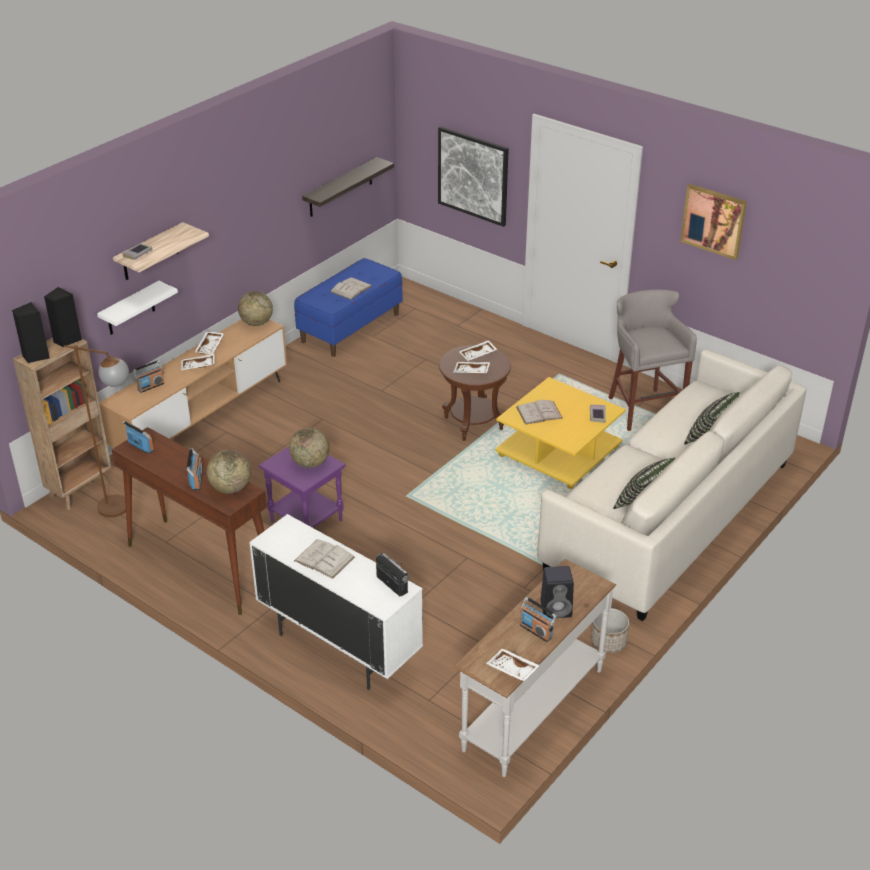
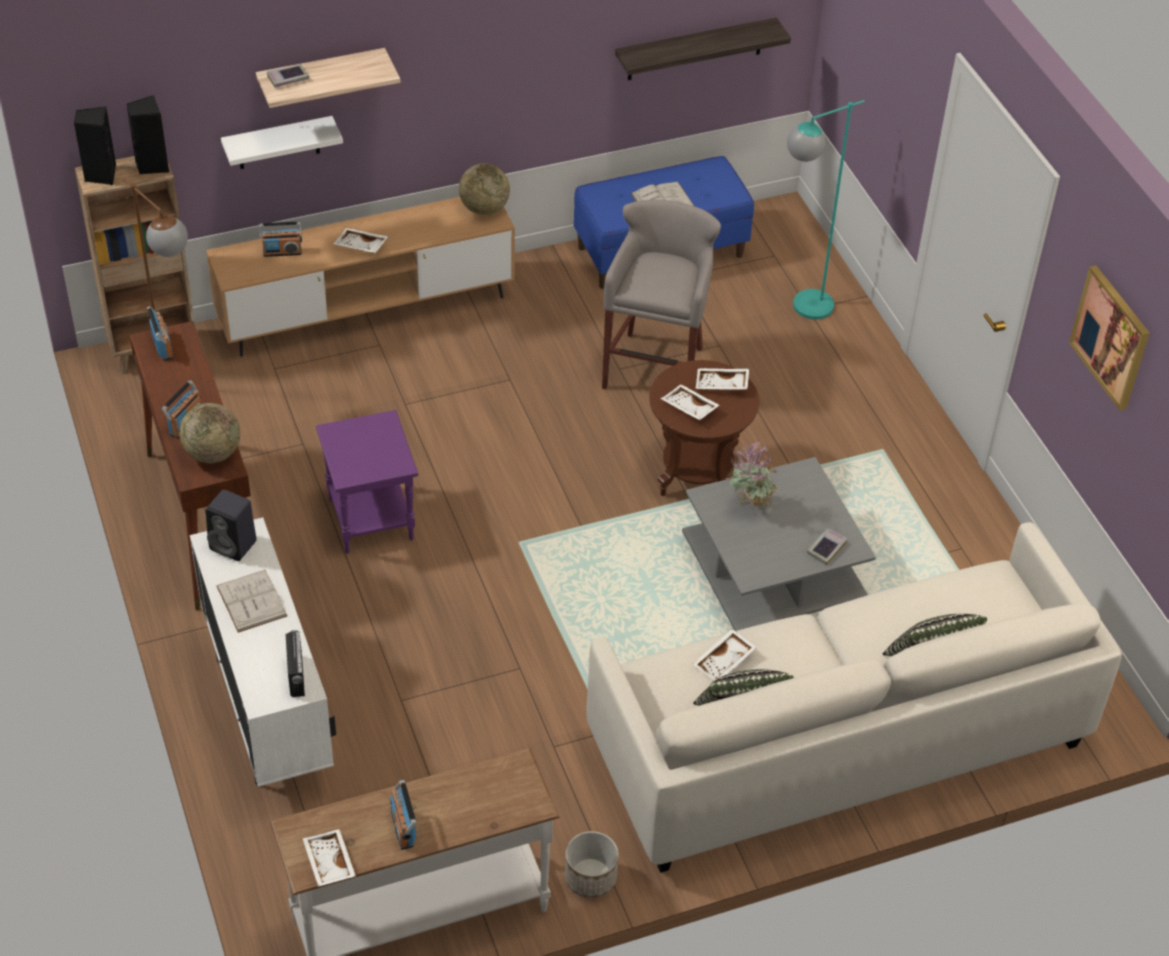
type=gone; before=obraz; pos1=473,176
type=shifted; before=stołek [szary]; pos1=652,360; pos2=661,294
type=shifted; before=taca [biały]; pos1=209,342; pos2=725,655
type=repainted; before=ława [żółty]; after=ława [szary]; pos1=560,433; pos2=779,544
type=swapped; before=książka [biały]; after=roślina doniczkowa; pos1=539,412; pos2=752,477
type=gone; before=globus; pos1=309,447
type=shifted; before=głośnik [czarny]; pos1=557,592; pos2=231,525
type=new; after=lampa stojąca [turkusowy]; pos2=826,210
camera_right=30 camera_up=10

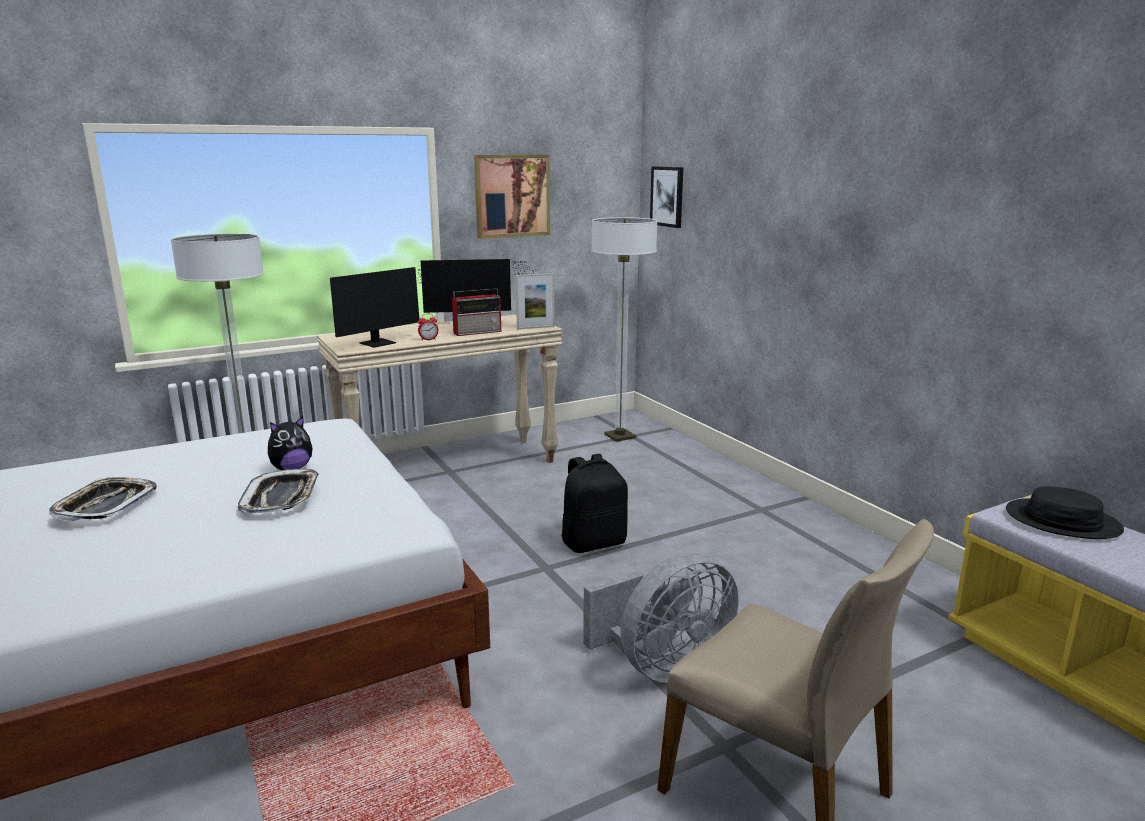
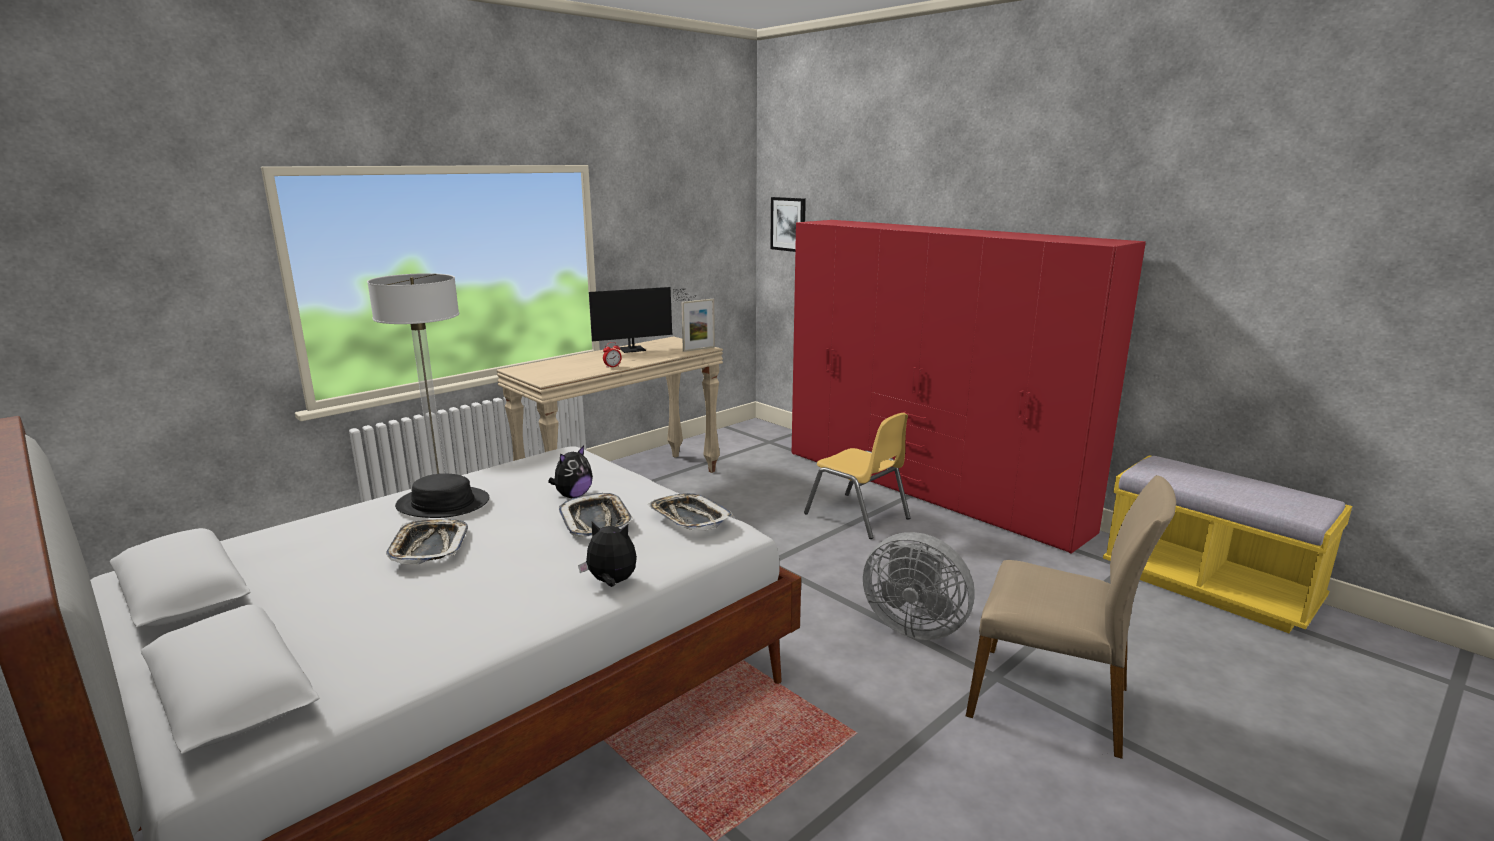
type=gone; before=obraz; pos1=512,197
type=gone; before=lampa stojąca; pos1=624,329
type=gone; before=monitor; pos1=385,307
type=gone; before=radio; pos1=476,312
type=gone; before=plecak [czarny]; pos1=595,503
type=shifted; before=kapelusz [czarny]; pos1=1065,512; pos2=442,496
type=rotated; before=wentylator [szary]; pos1=660,618; pos2=919,586; turn=75
type=new; after=szafa [czerwony]; pos2=969,387
type=new; after=krzesło [żółty]; pos2=857,476
type=new; after=taca; pos2=690,511
type=new; after=pluszak; pos2=607,554
camera_right=-15 camera_up=0

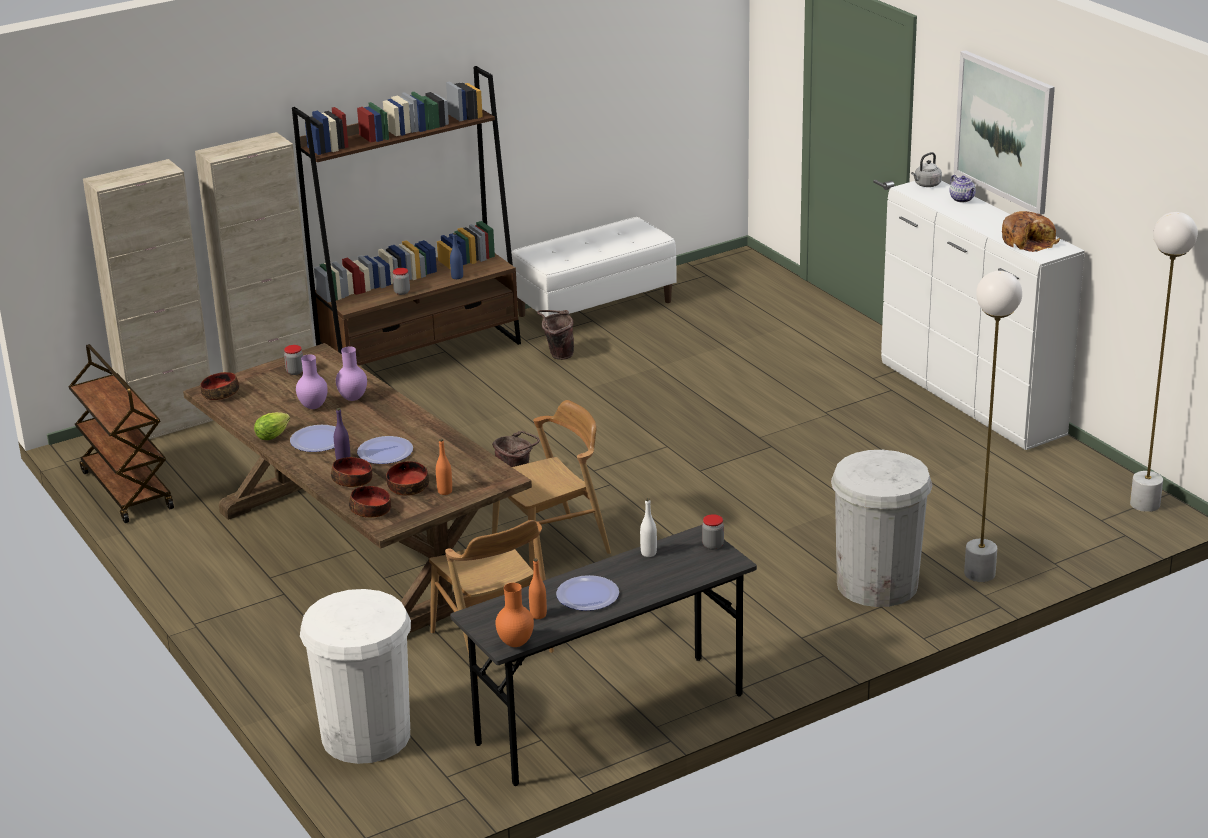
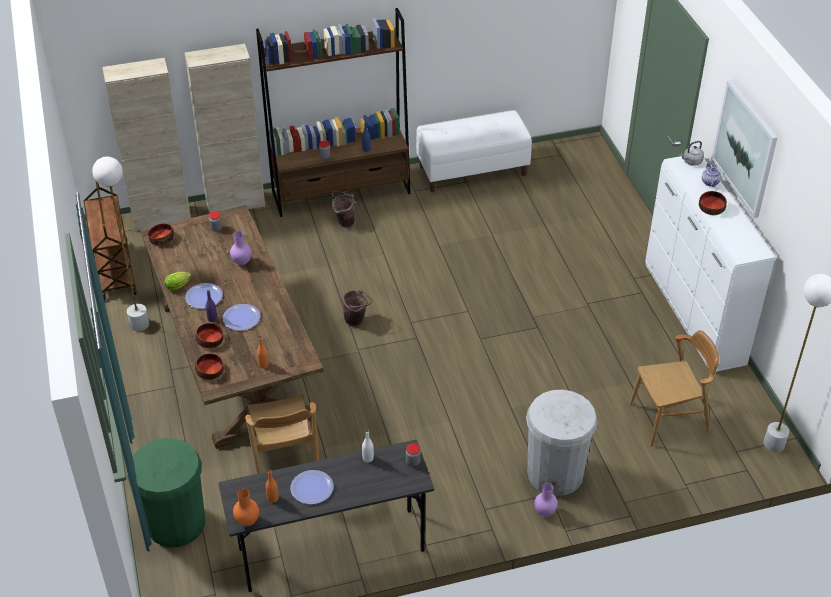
type=gone; before=chleb; pos1=1031,231
type=shifted; before=lampa stojąca [biały]; pos1=993,426; pos2=120,243
type=shifted; before=wiadro [brązowy]; pos1=555,335; pos2=343,209
type=shifted; before=wazon [fioletowy]; pos1=312,382; pos2=546,500
type=shifted; before=krzesło [brązowy]; pos1=551,485; pos2=674,388
type=shifted; before=miska; pos1=407,478; pos2=713,203
type=repainted; before=kosz na śmieci [biały]; after=kosz na śmieci [zielony]; pos1=355,676; pos2=166,493
camera_right=15 camera_up=15

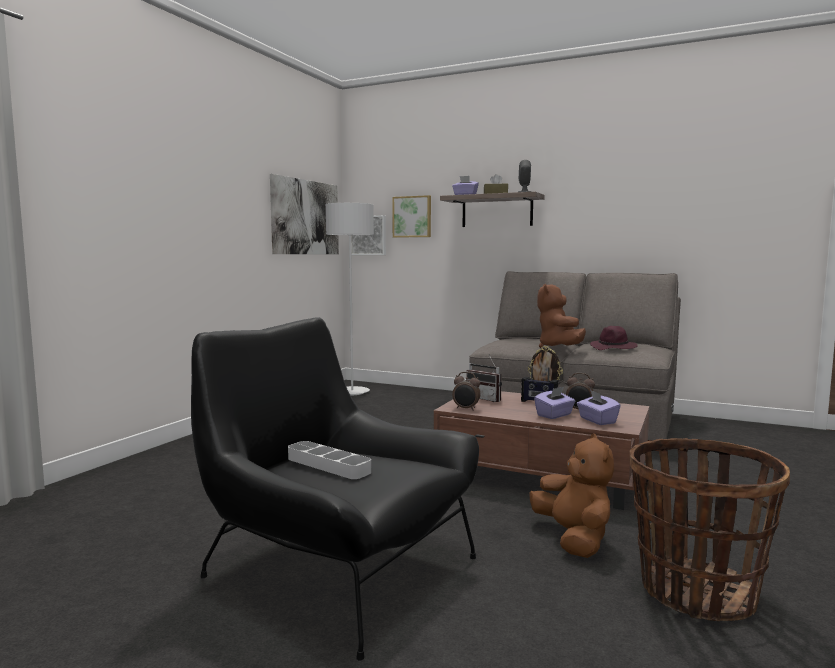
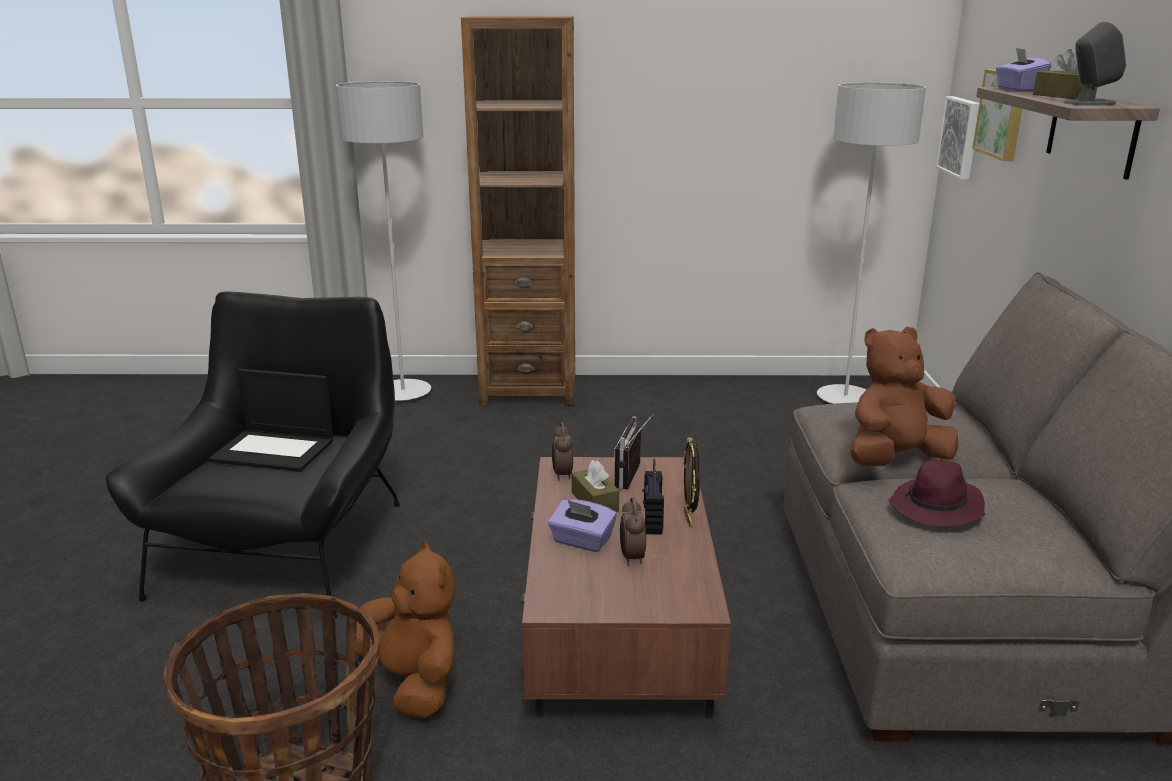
type=gone; before=obraz; pos1=304,214
type=gone; before=pudełko chusteczek [fioletowy]; pos1=598,407
type=rotated; before=pluszak [brązowy]; pos1=571,496; pos2=400,630; turn=-90
type=swapped; before=taca [szary]; after=laptop; pos1=329,460; pos2=270,420
type=new; after=regał [brązowy]; pos2=518,210
type=new; after=lampa stojąca [szary]; pos2=383,241
type=new; after=pudełko chusteczek [brązowy]; pos2=595,486
camera_right=65 camera_up=15

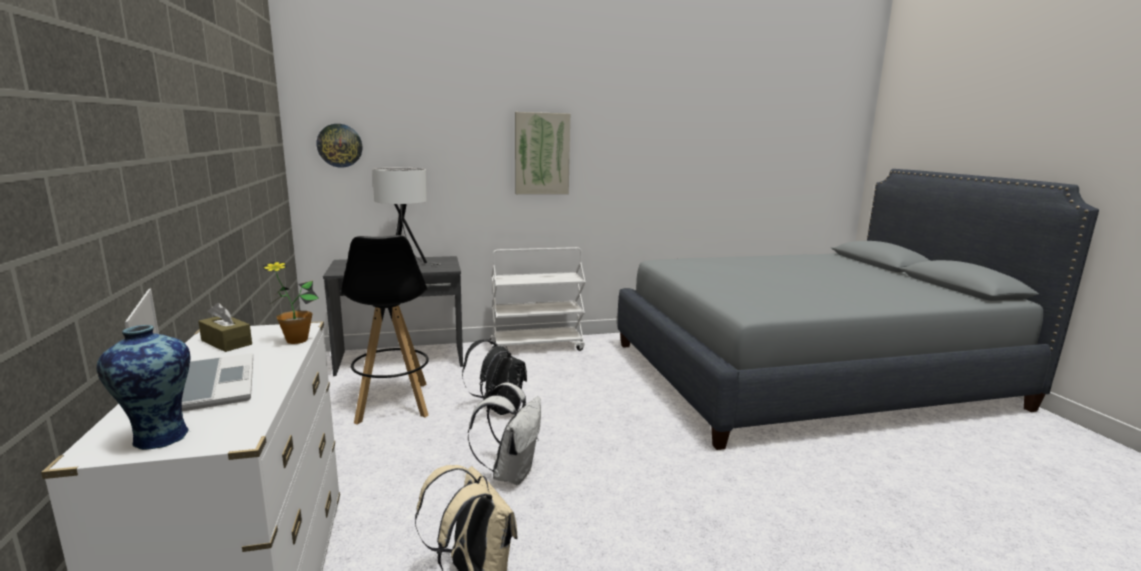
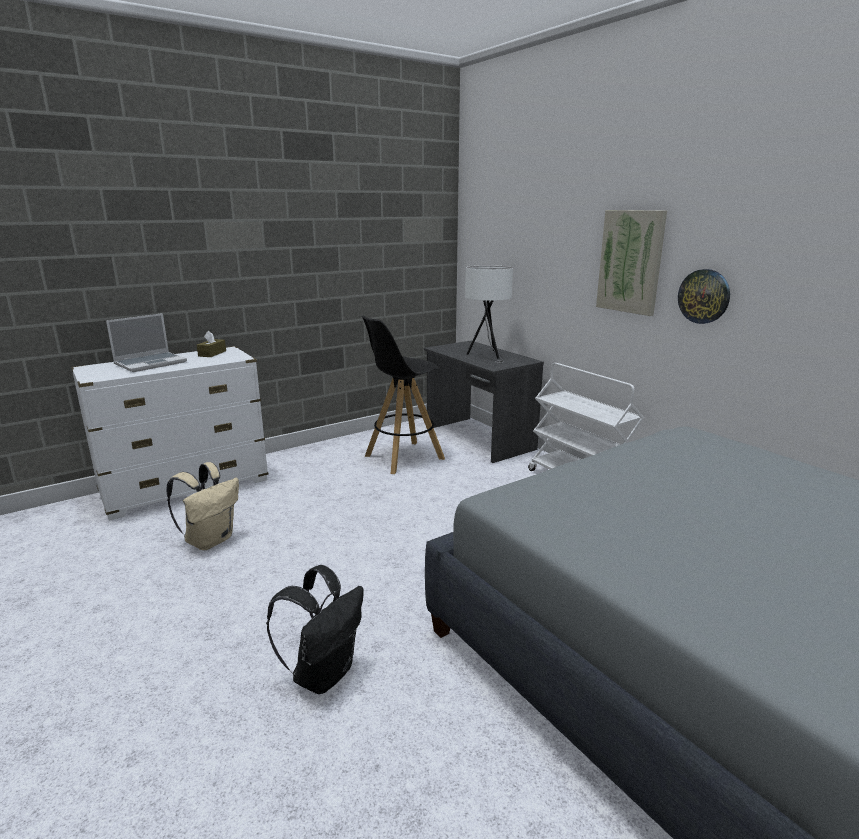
type=shifted; before=zegar ścienny; pos1=339,146; pos2=704,296
type=gone; before=roślina doniczkowa; pos1=290,303
type=gone; before=wazon; pos1=143,387
type=shifted; before=plecak [czarny]; pos1=494,377; pos2=315,629
type=gone; before=plecak [biały]; pos1=504,433
camera_right=70 camera_up=5

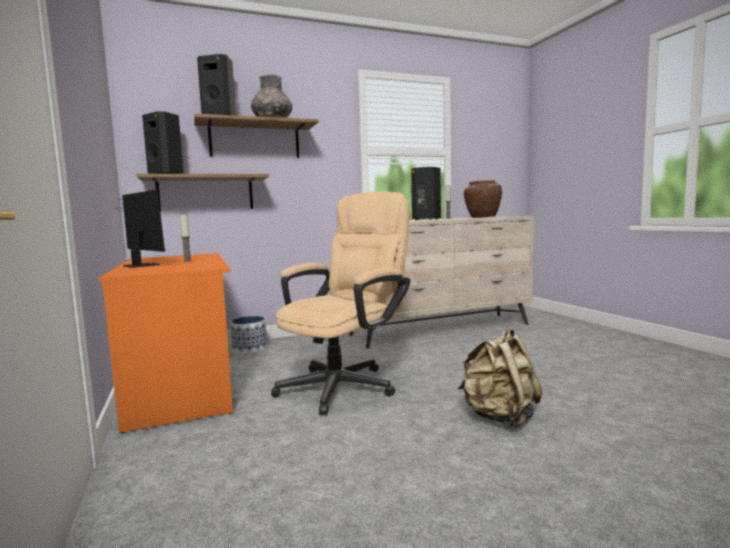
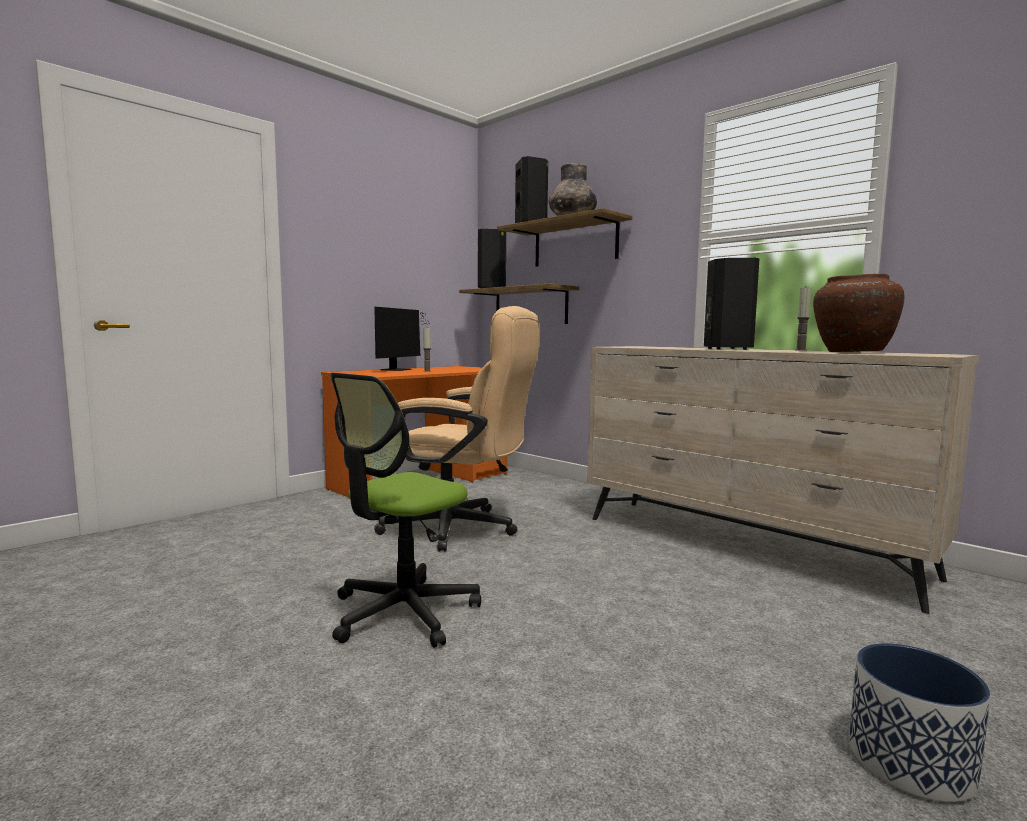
type=shifted; before=donica; pos1=249,335; pos2=920,722
type=swapped; before=plecak [beżowy]; after=krzesło biurowe; pos1=500,378; pos2=405,510
camera_right=65 camera_up=0

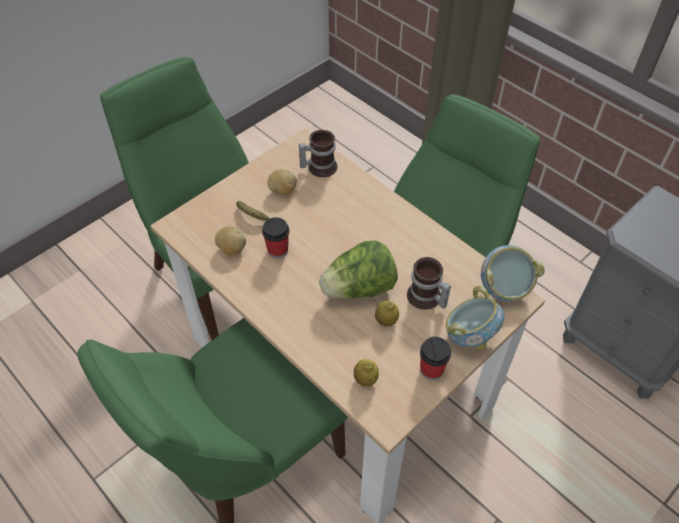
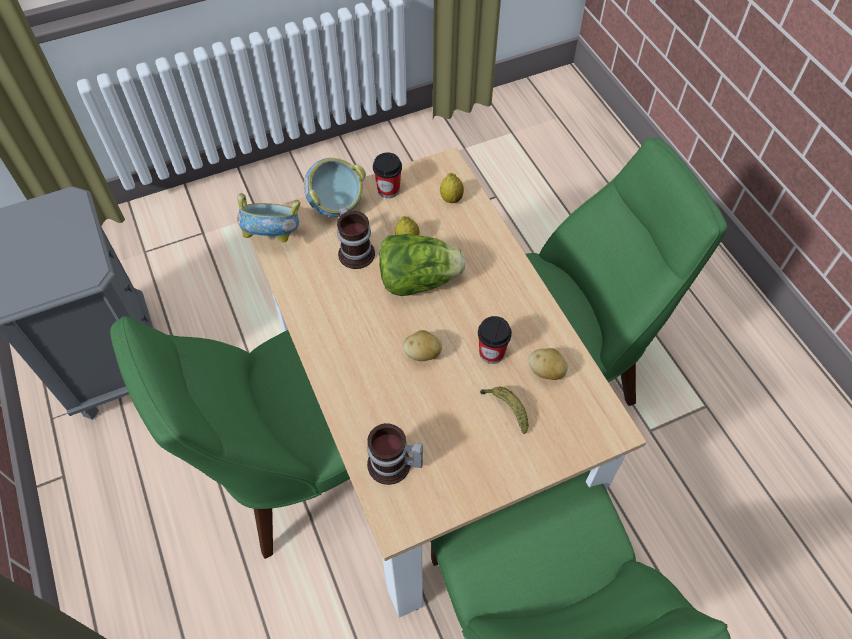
type=shifted; before=ziemniak; pos1=281,182; pos2=422,345
camera_right=-160 camera_up=5

